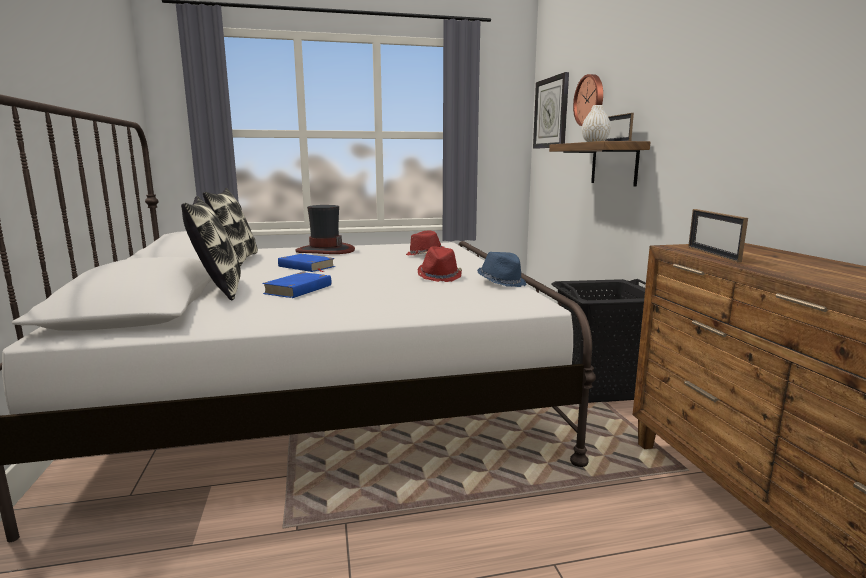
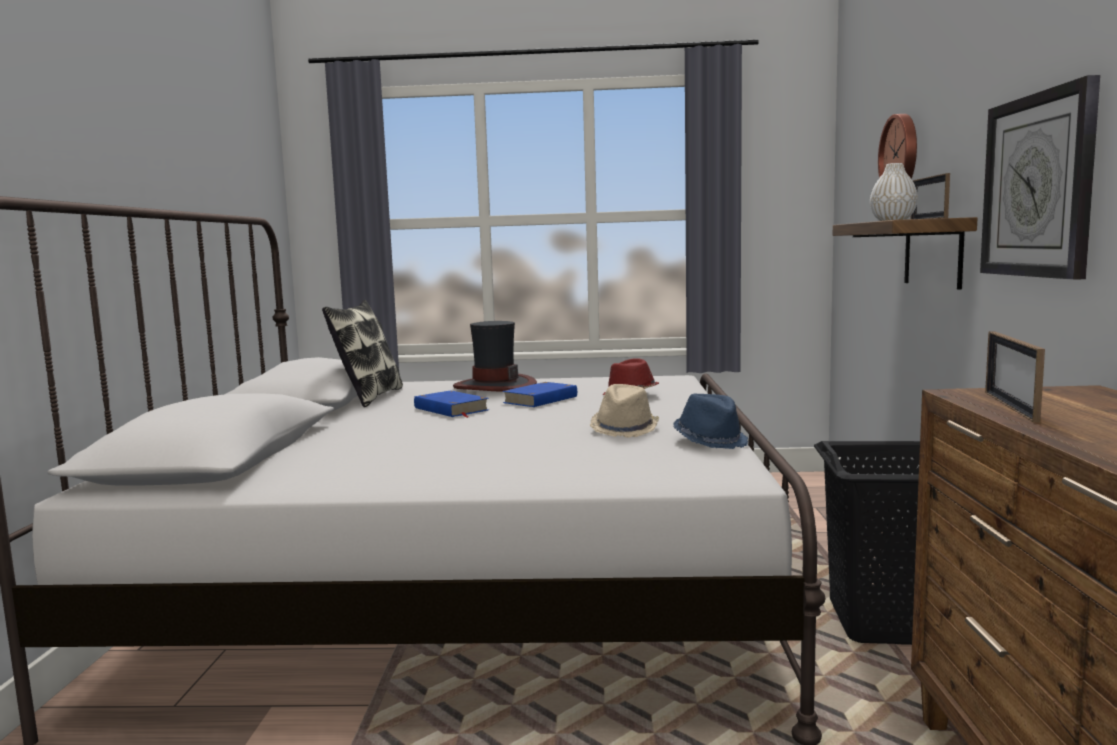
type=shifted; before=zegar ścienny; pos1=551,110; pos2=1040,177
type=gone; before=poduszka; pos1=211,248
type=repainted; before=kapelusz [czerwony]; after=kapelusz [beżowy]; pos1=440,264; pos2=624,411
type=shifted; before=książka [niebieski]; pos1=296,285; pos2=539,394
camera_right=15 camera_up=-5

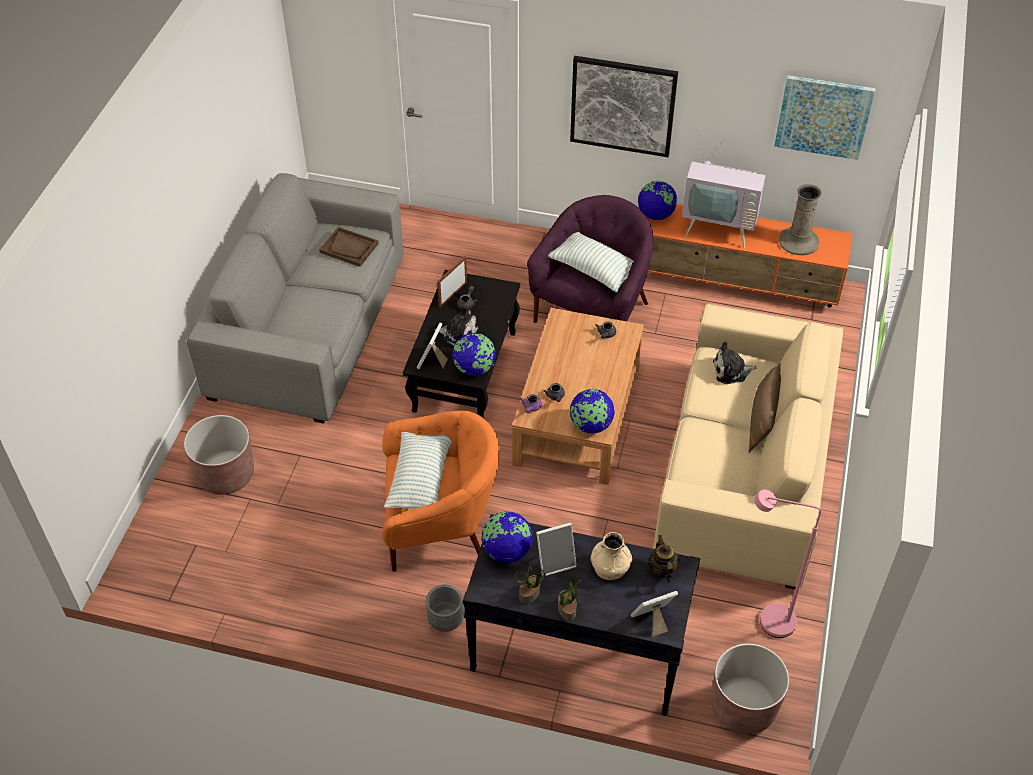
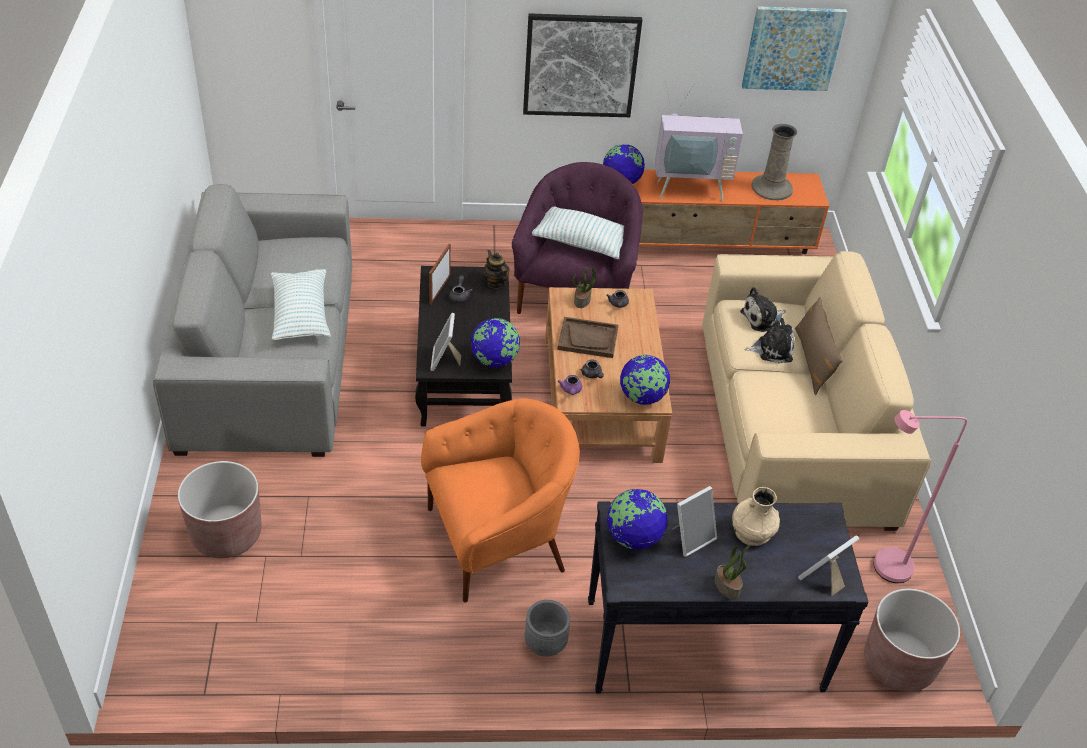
type=shifted; before=taca [brązowy]; pos1=349,247; pos2=587,337
type=shifted; before=pluszak; pos1=456,326; pos2=769,341
type=shifted; before=poduszka; pos1=418,470; pos2=300,304
type=shifted; before=imbryk; pos1=663,558; pos2=496,269
type=shifted; before=roślina doniczkowa; pos1=530,585; pos2=584,287
camera_right=-20 camera_up=-5

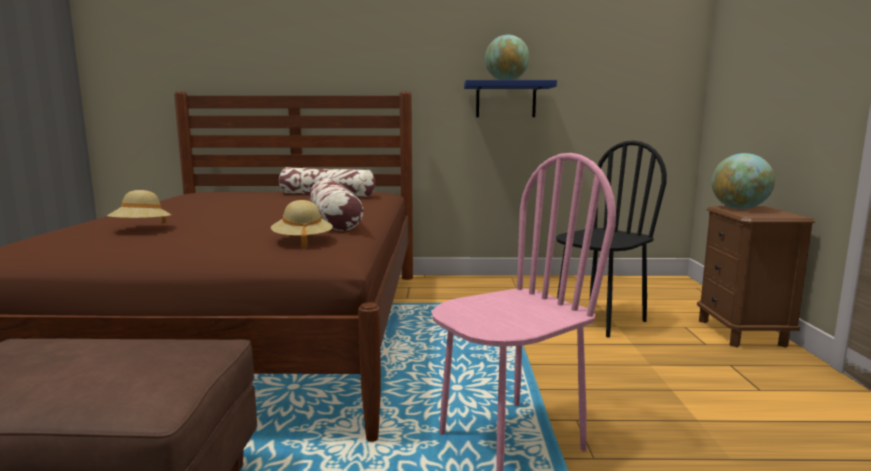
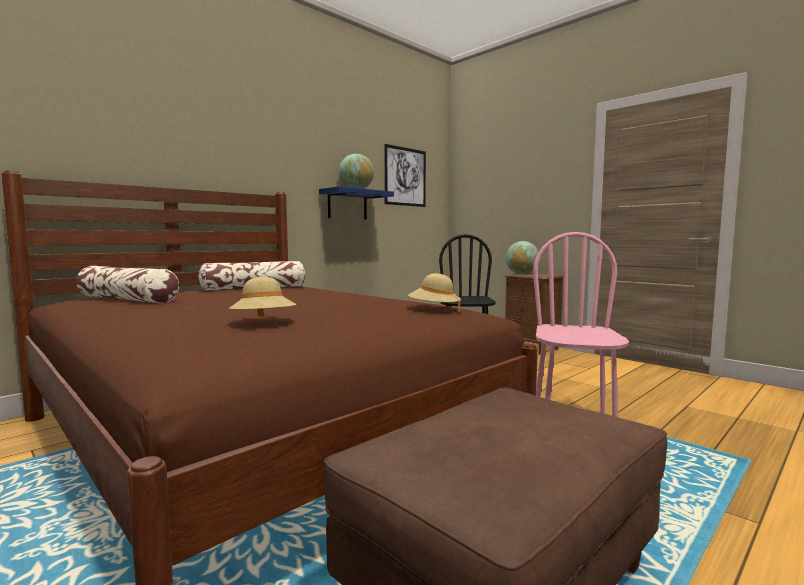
type=shifted; before=poduszka; pos1=337,205; pos2=127,284
type=new; after=obraz; pos2=405,175
camera_right=-45 camera_up=-5

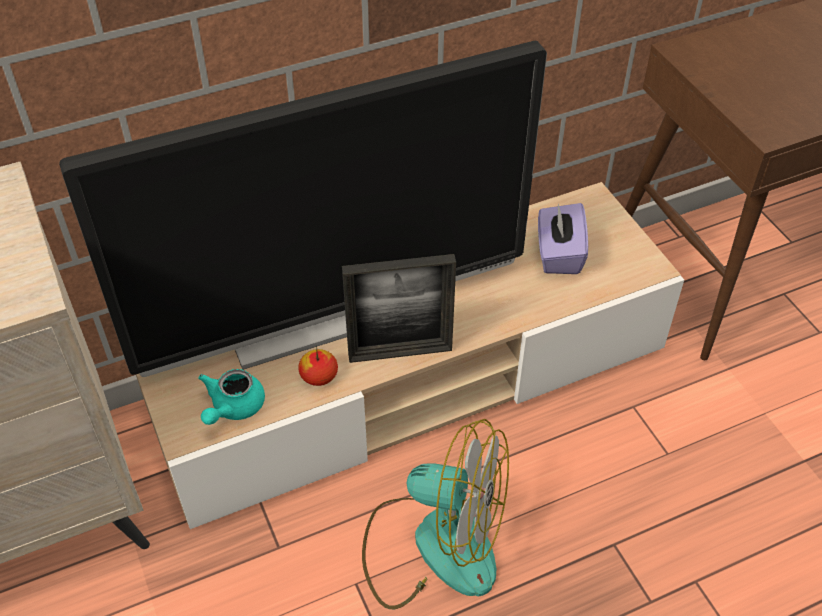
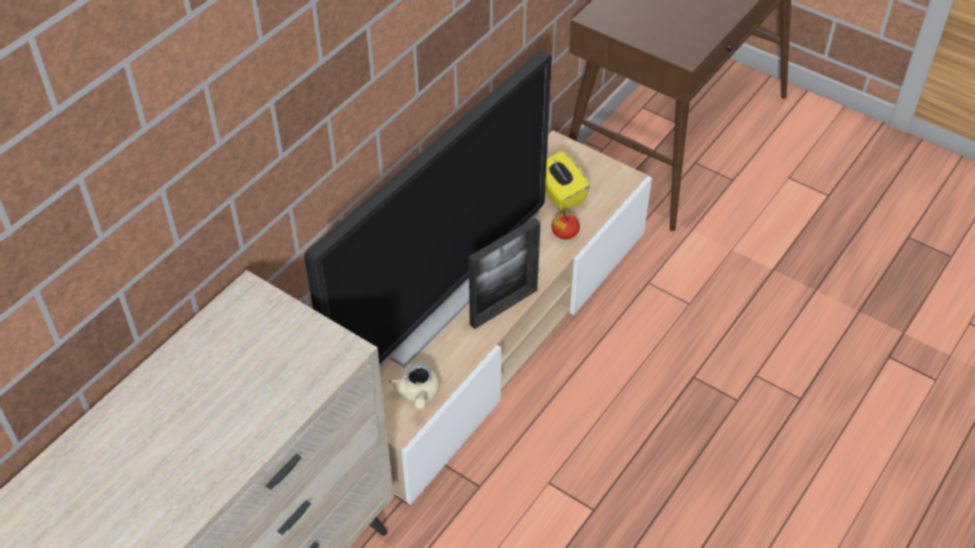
type=repainted; before=pudełko chusteczek [fioletowy]; after=pudełko chusteczek [żółty]; pos1=563,238; pos2=567,181
type=shifted; before=jabłko; pos1=318,366; pos2=565,225
type=repainted; before=imbryk [turkusowy]; after=imbryk [beżowy]; pos1=231,397; pos2=414,387
type=gone; before=wentylator; pos1=435,514
camera_right=-30 camera_up=0

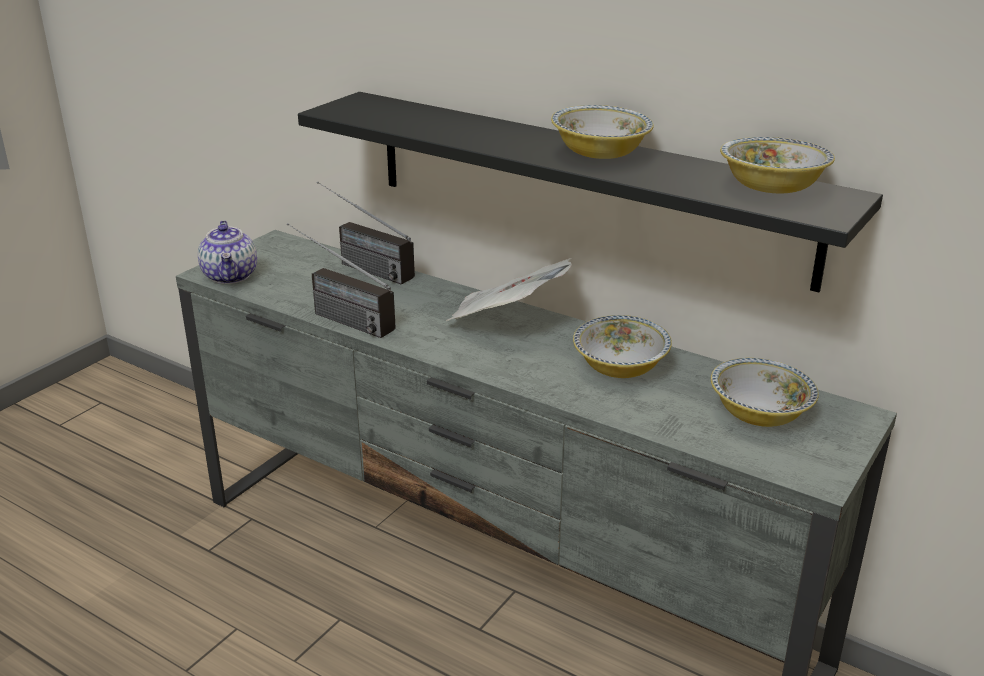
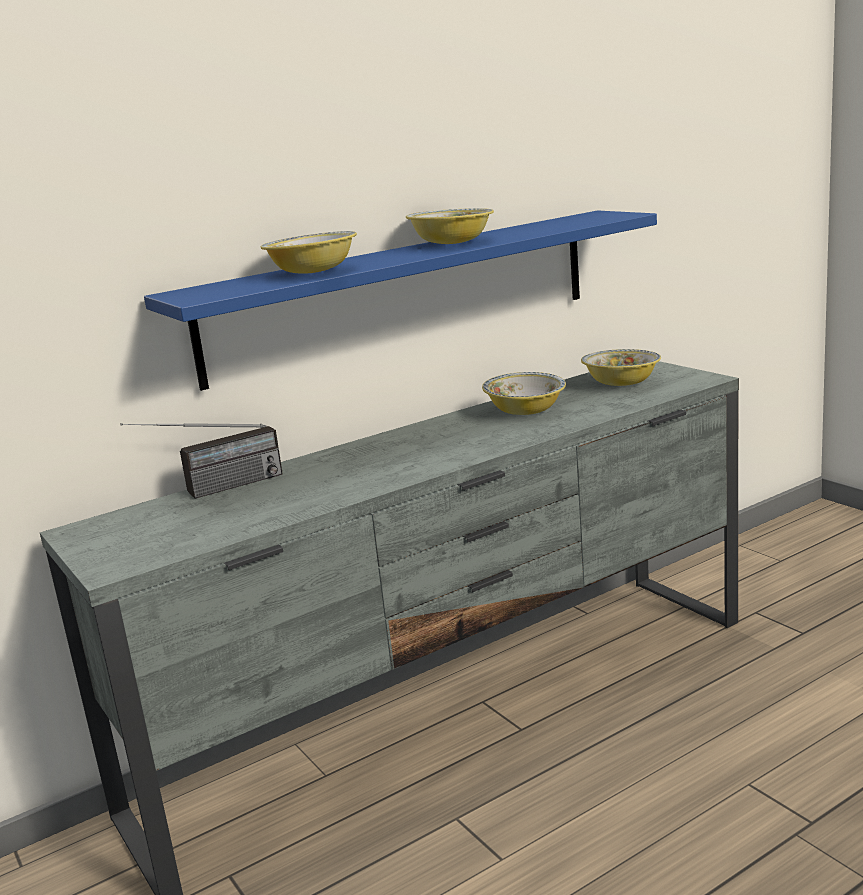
type=repainted; before=półka [czarny]; after=półka [niebieski]; pos1=590,192; pos2=400,300
type=shifted; before=miska; pos1=777,165; pos2=309,252
type=gone; before=imbryk; pos1=227,252
type=gone; before=radio; pos1=341,280
type=gone; before=gazeta; pos1=509,289
camera_right=-65 camera_up=-10

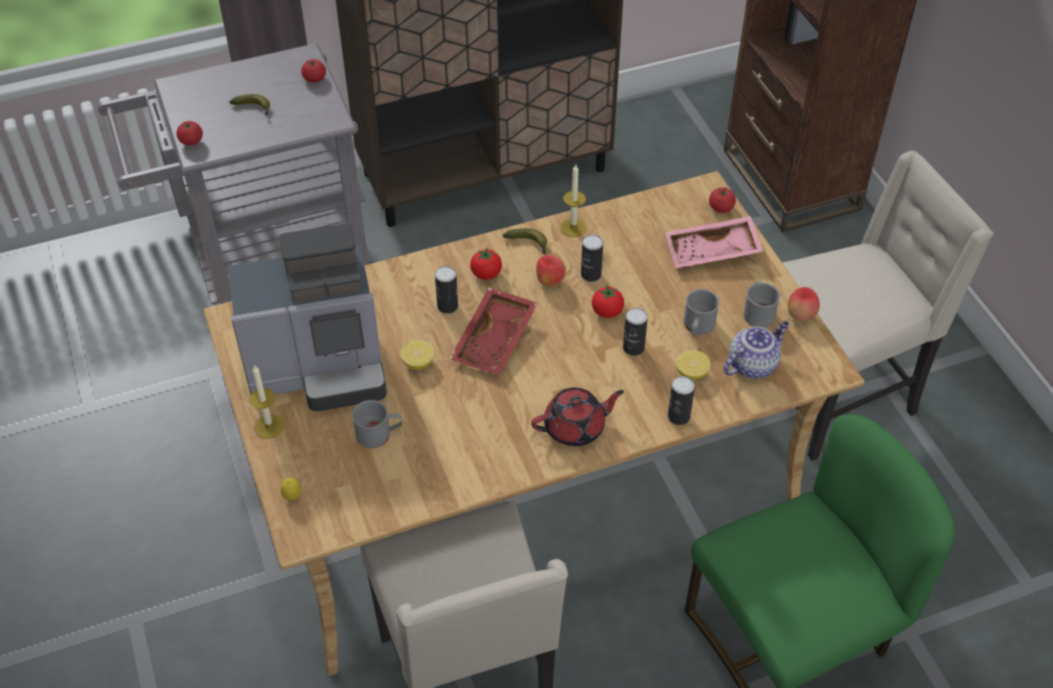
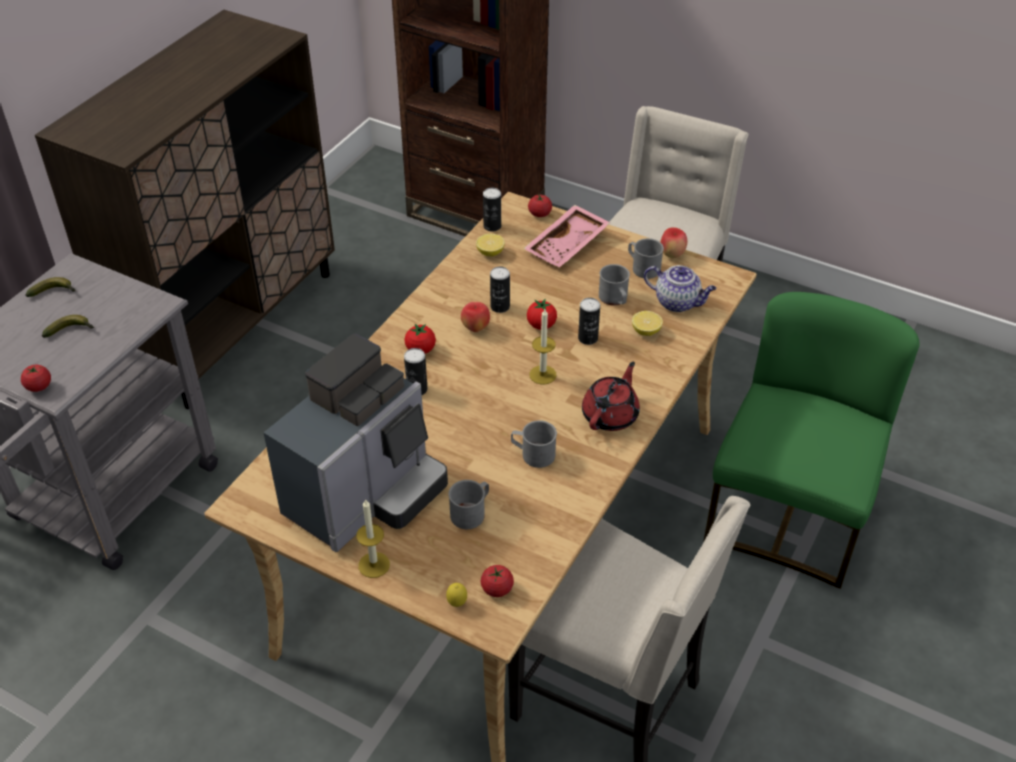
type=shifted; before=pomidor; pos1=313,71; pos2=497,581
type=shifted; before=świeca; pos1=573,200; pos2=542,346
type=shifted; before=banan; pos1=525,241; pos2=50,287
type=gone; before=taca [czerwony]; pos1=493,331
type=rotated; before=imbryk; pos1=756,350; pos2=680,288; turn=105
type=shifted; before=cytryna; pos1=417,355; pos2=490,245
type=shifted; before=puszka; pos1=681,400; pos2=492,209
type=new; after=kubek [szary]; pos2=534,444
camera_right=-40 camera_up=-5

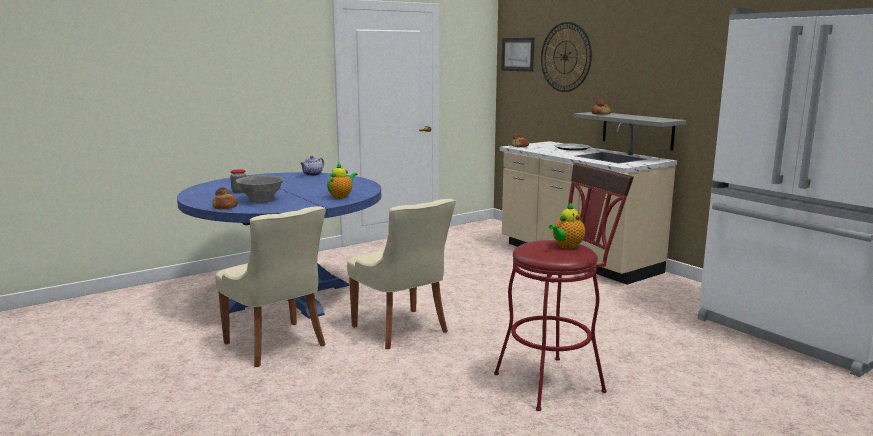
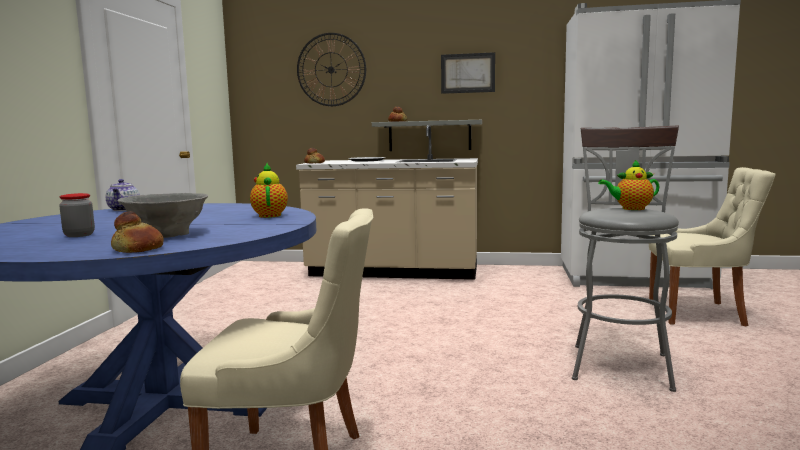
type=shifted; before=obraz; pos1=518,55; pos2=468,73
type=repainted; before=stołek [czerwony]; after=stołek [szary]; pos1=564,287; pos2=625,259
type=shifted; before=krzesło [beżowy]; pos1=401,274; pos2=712,247
type=rotated; before=imbryk; pos1=566,226; pos2=629,185; turn=90
camera_right=-45 camera_up=-5

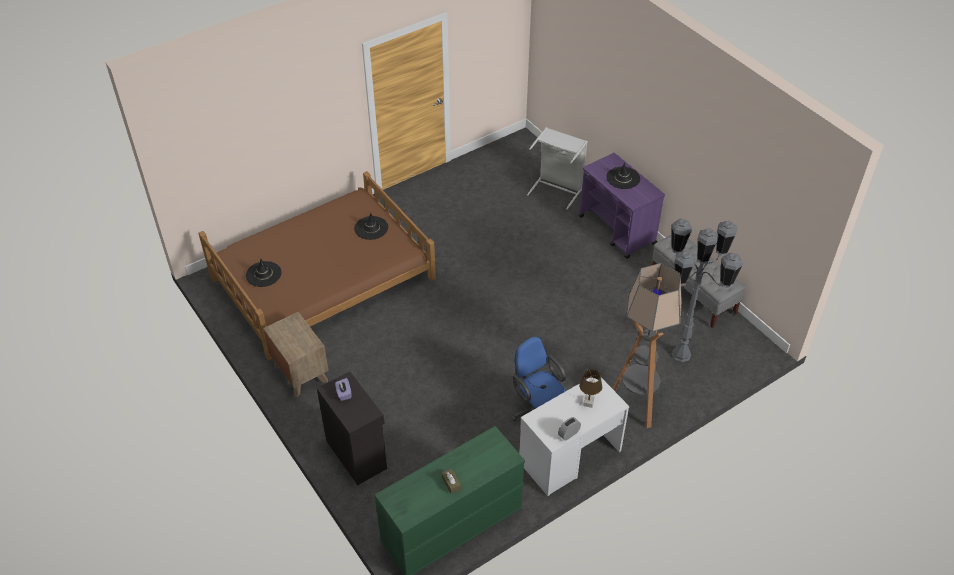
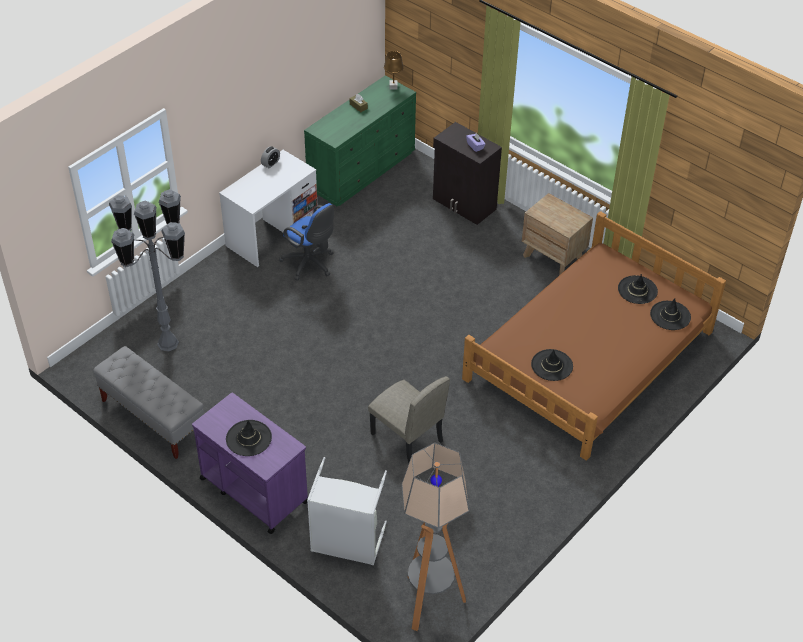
type=shifted; before=lampa stojąca; pos1=647,345; pos2=436,537
type=shifted; before=lampa stołowa [brązowy]; pos1=590,388; pos2=394,70
type=new; after=kapelusz [czarny]; pos2=670,314
type=new; after=krzesło [beżowy]; pos2=409,420
camera_right=165 camera_up=0

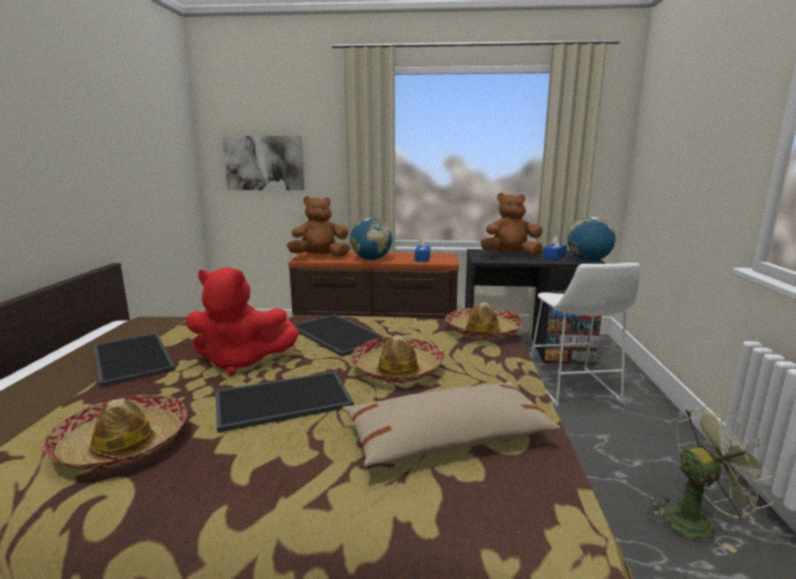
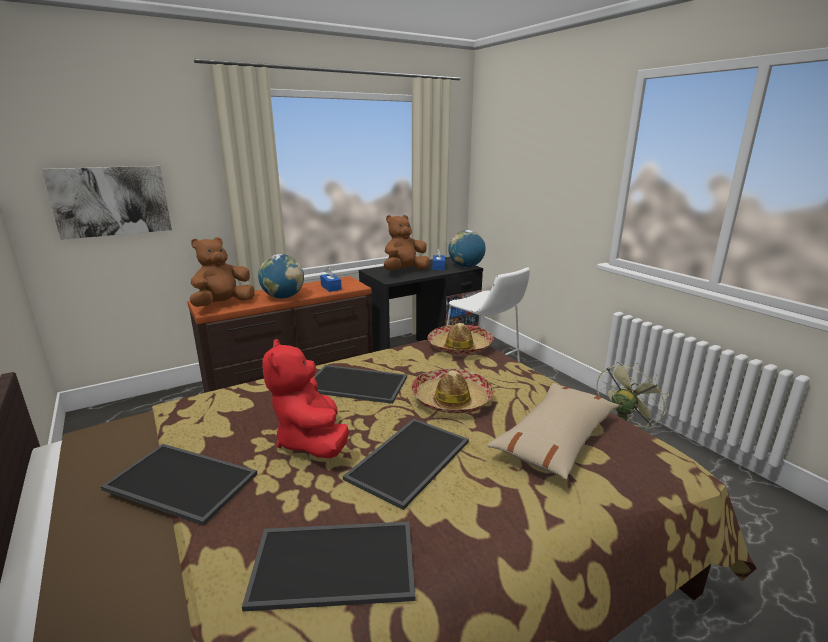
type=rotated; before=pluszak [czerwony]; pos1=242,321; pos2=305,398; turn=105
type=swapped; before=kapelusz; after=taca; pos1=114,432; pos2=328,566
camera_right=-35 camera_up=5

